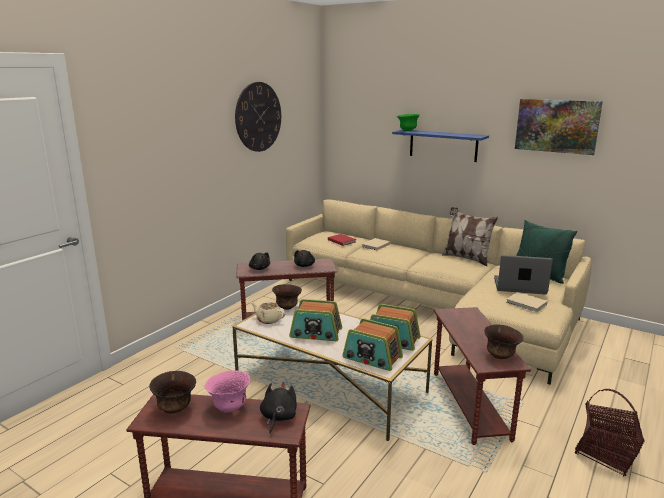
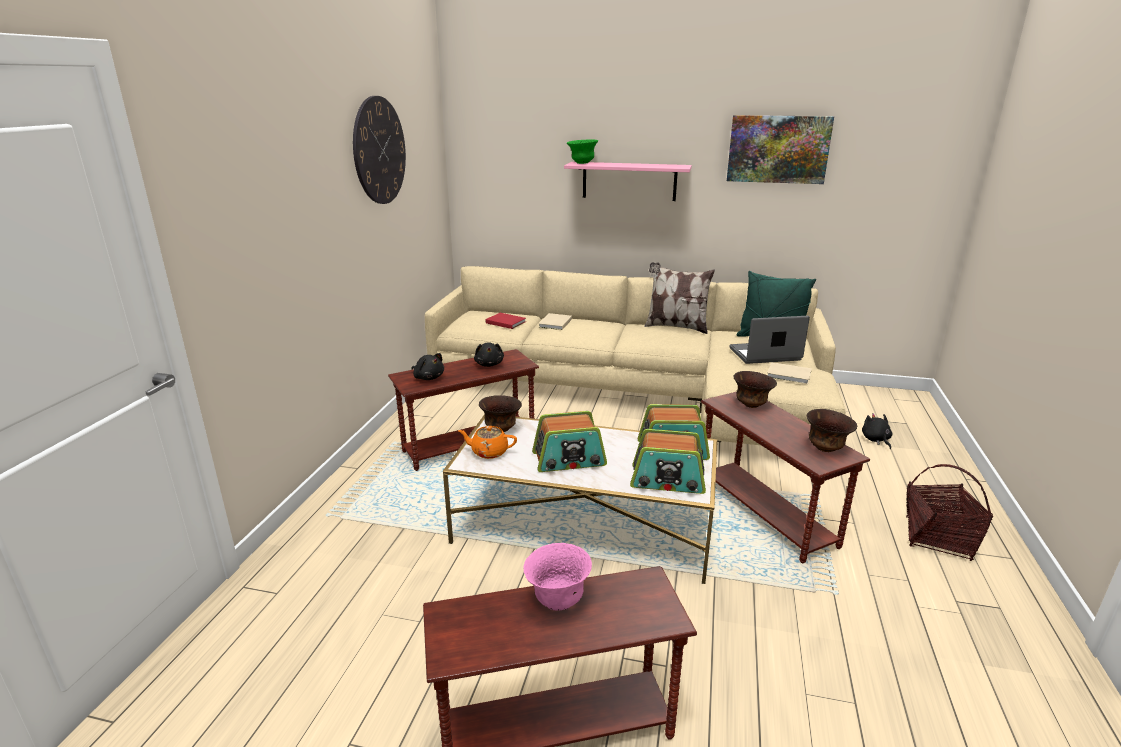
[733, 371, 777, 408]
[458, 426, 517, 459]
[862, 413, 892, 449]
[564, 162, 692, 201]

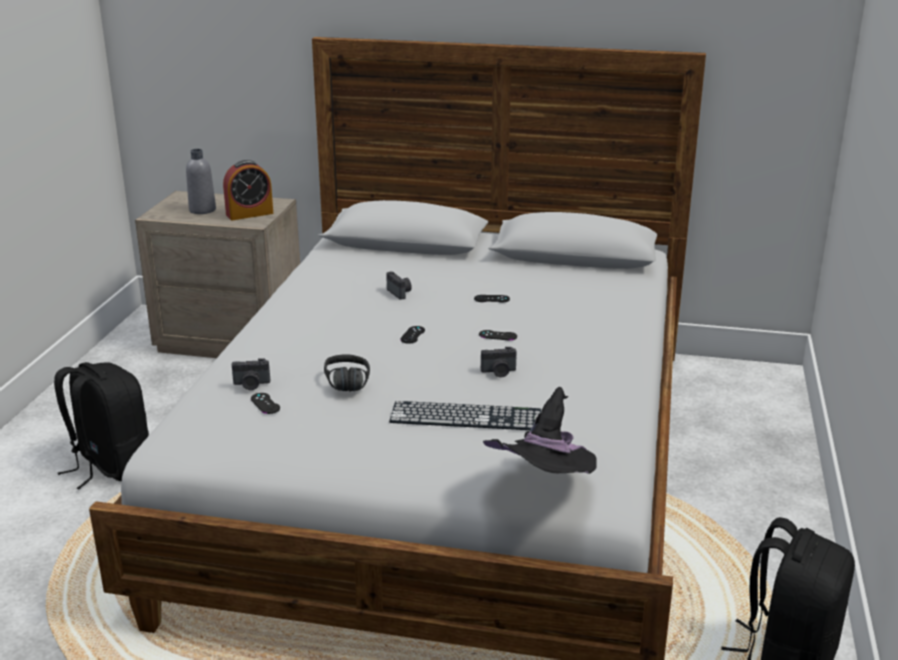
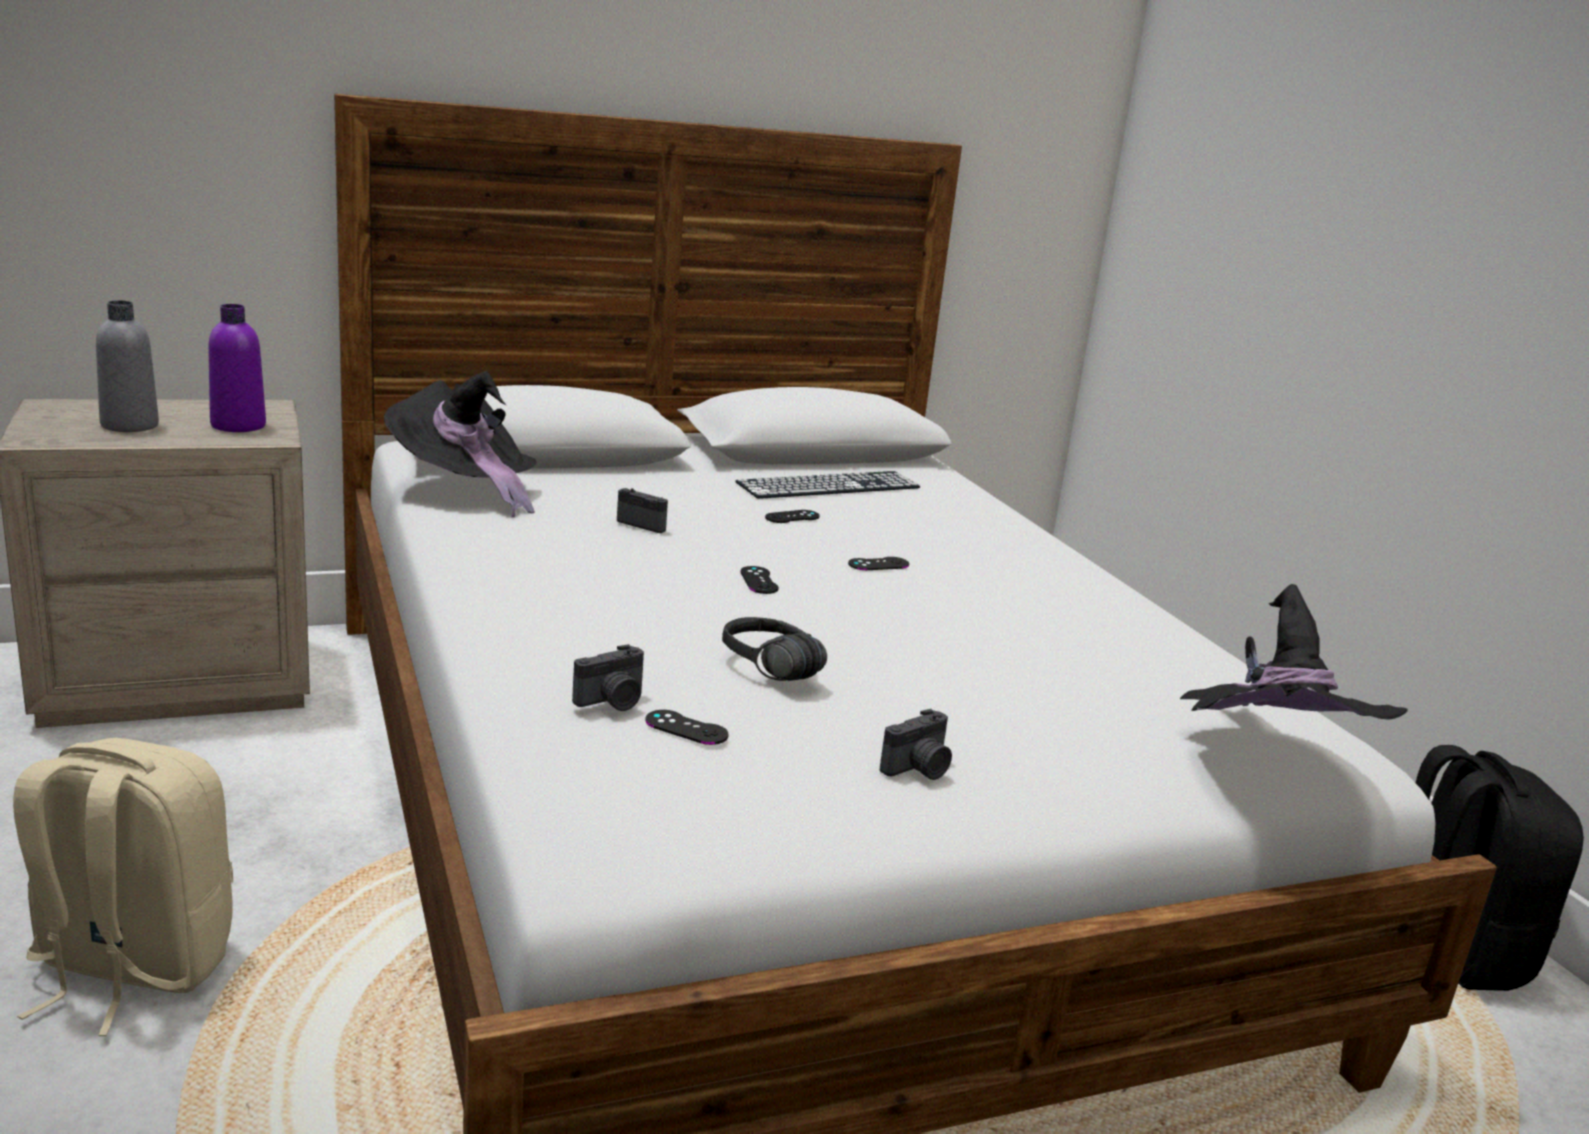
[13, 738, 233, 1036]
[208, 304, 266, 432]
[735, 471, 920, 499]
[880, 709, 952, 780]
[384, 371, 536, 518]

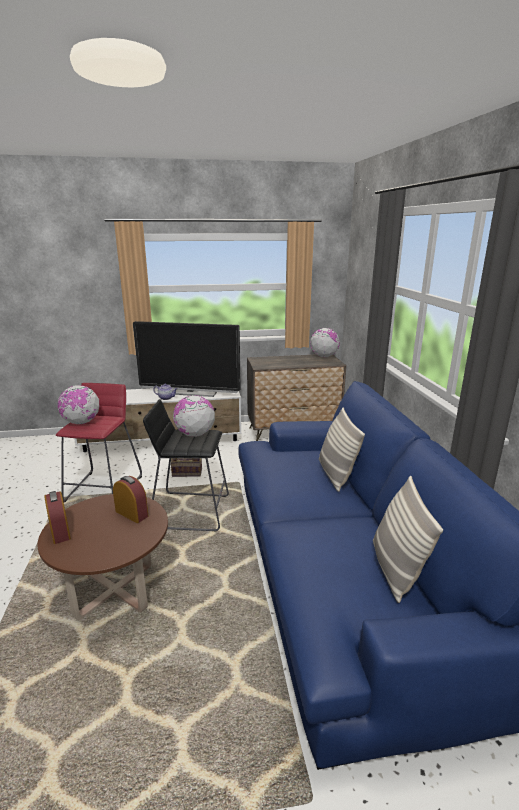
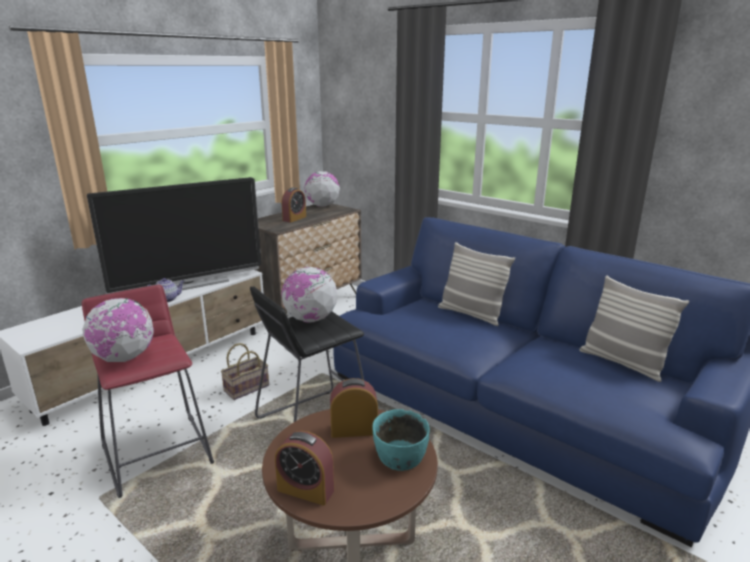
[282, 187, 306, 222]
[372, 409, 430, 471]

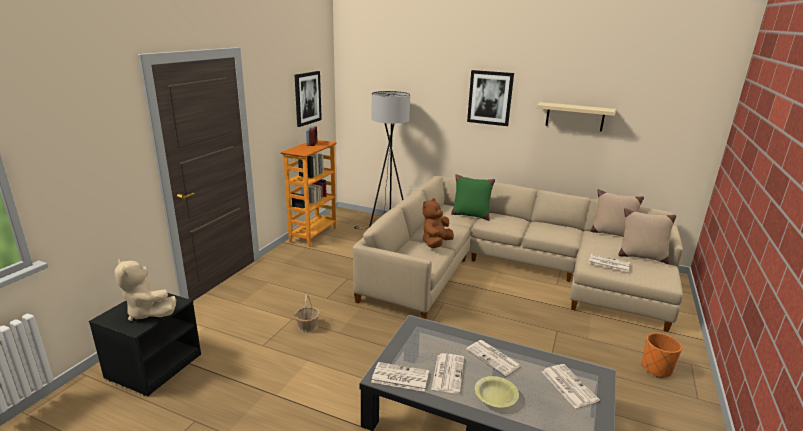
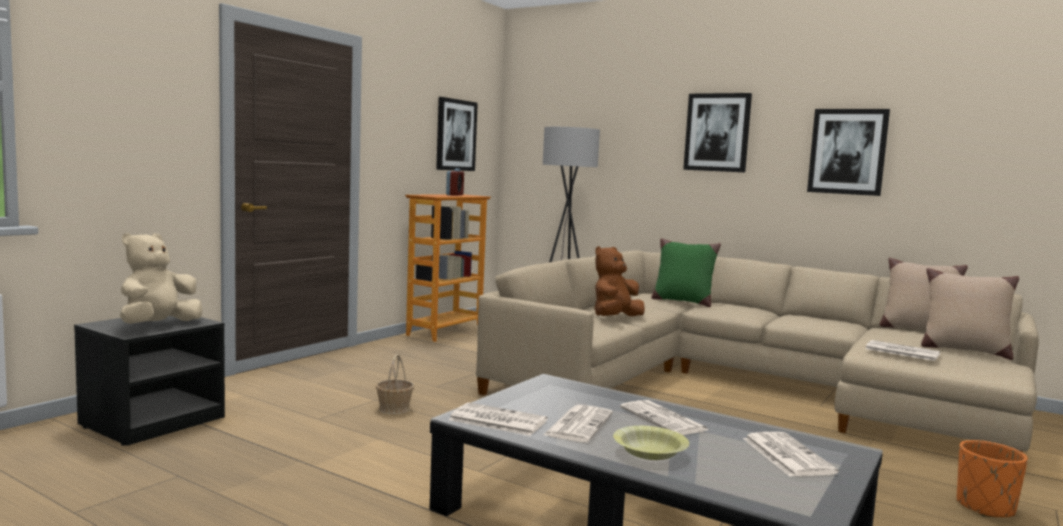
[120, 233, 202, 324]
[807, 109, 890, 196]

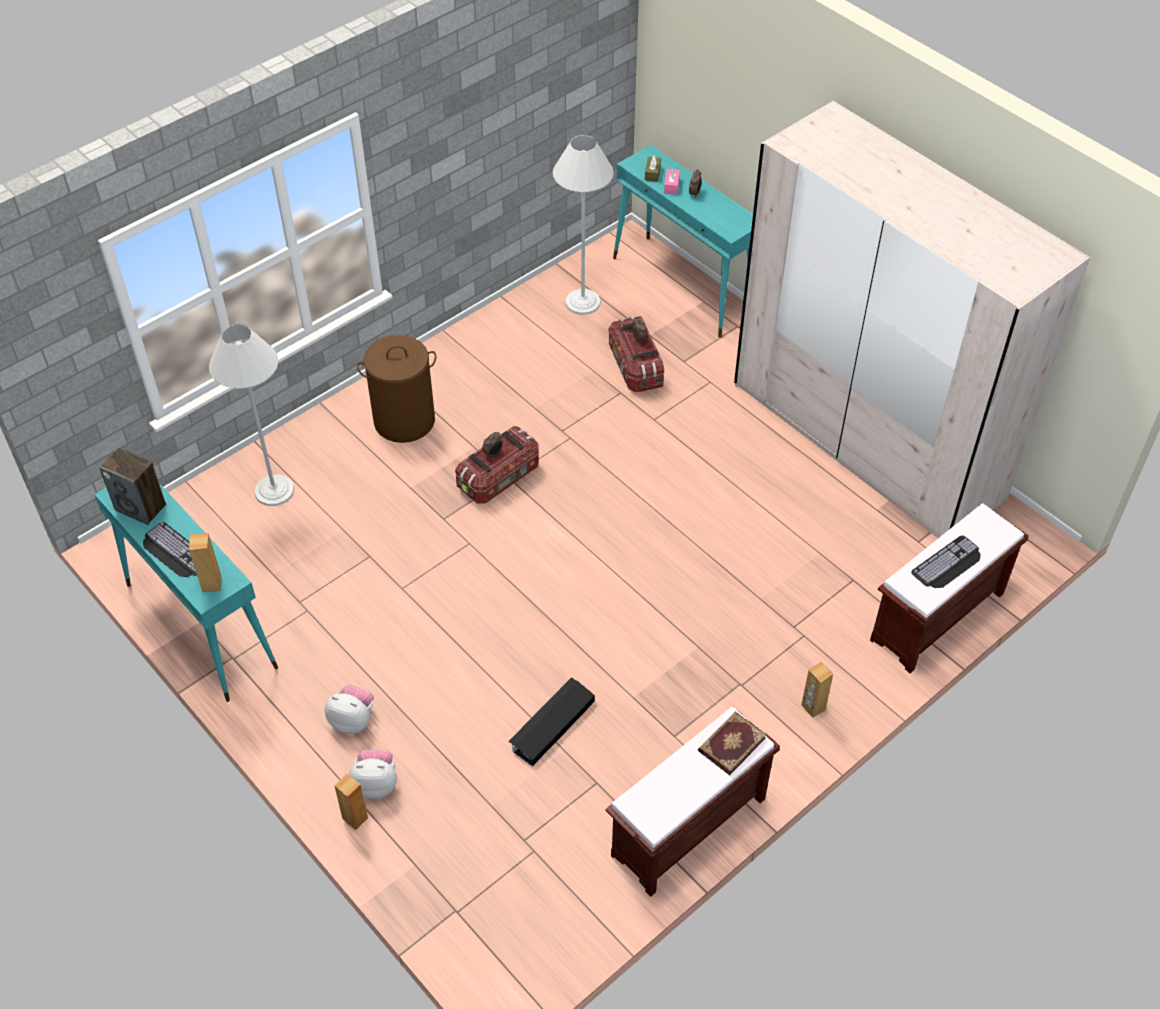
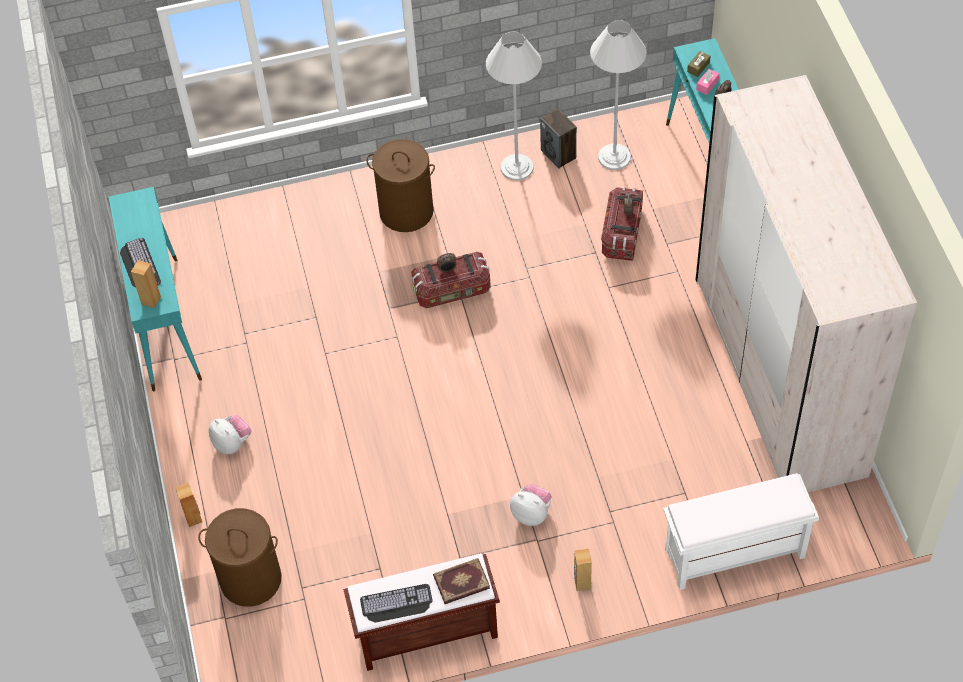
[540, 109, 577, 168]
[486, 31, 542, 181]
[510, 484, 552, 526]
[508, 677, 595, 766] (first image)
[663, 473, 819, 590]
[360, 584, 433, 623]
[198, 508, 282, 607]

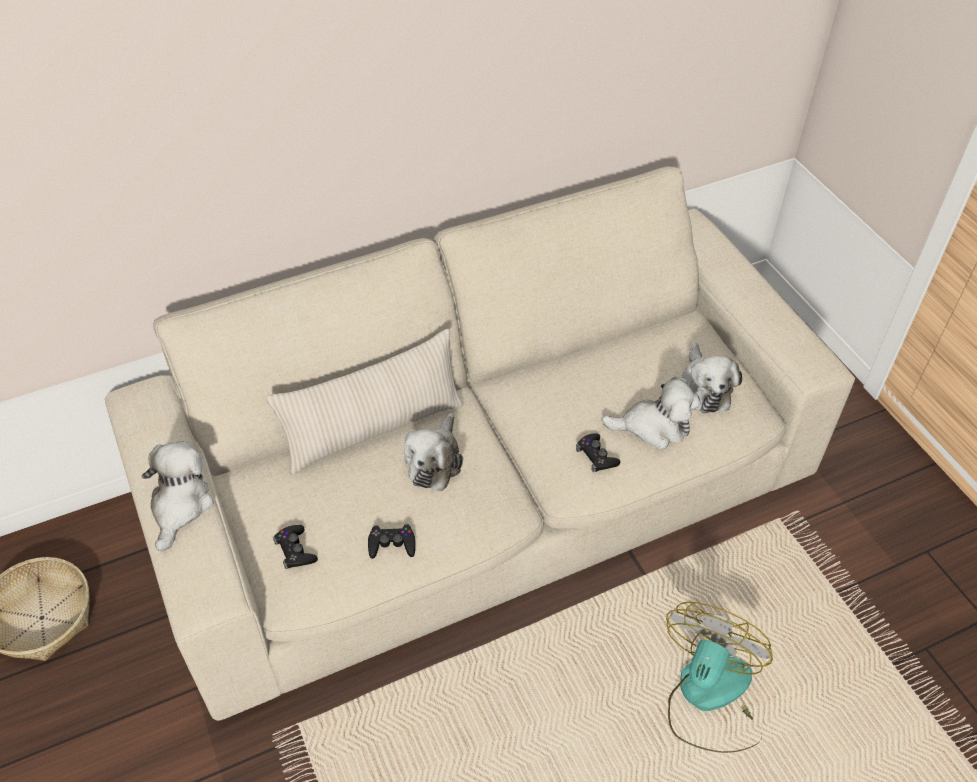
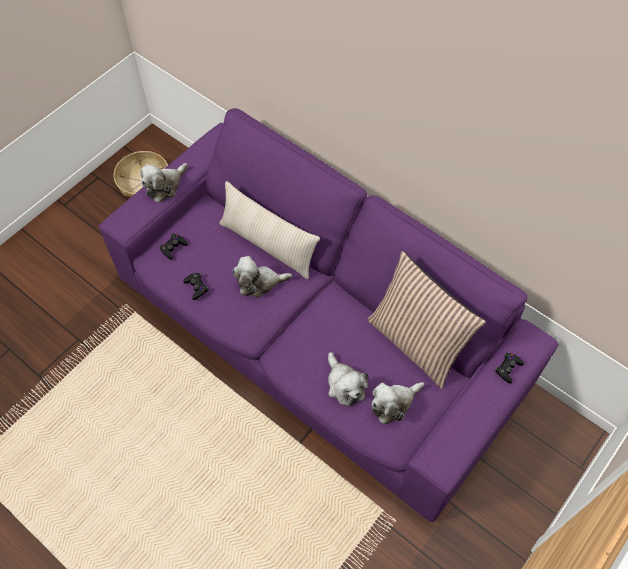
[99, 108, 559, 522]
[140, 163, 188, 203]
[495, 353, 524, 384]
[666, 602, 773, 753] (first image)
[368, 251, 486, 389]

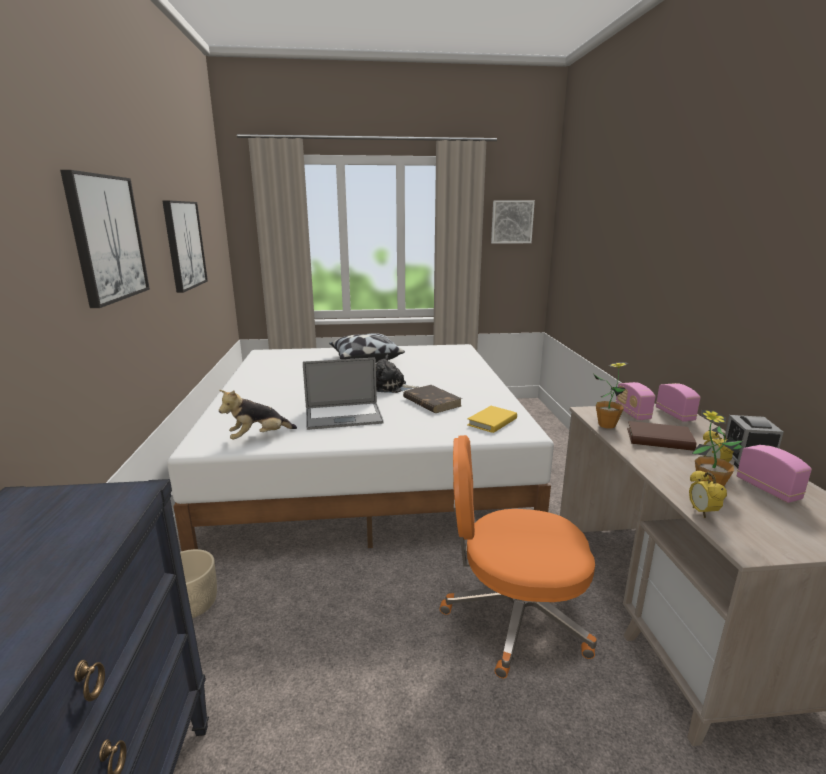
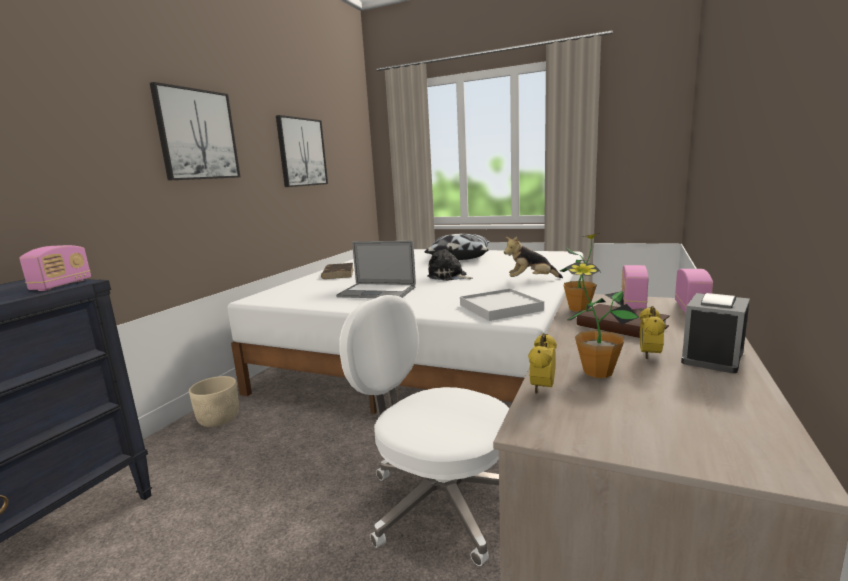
[504, 236, 563, 278]
[321, 263, 354, 279]
[339, 295, 509, 566]
[460, 288, 544, 321]
[491, 201, 535, 244] (first image)
[19, 245, 91, 291]

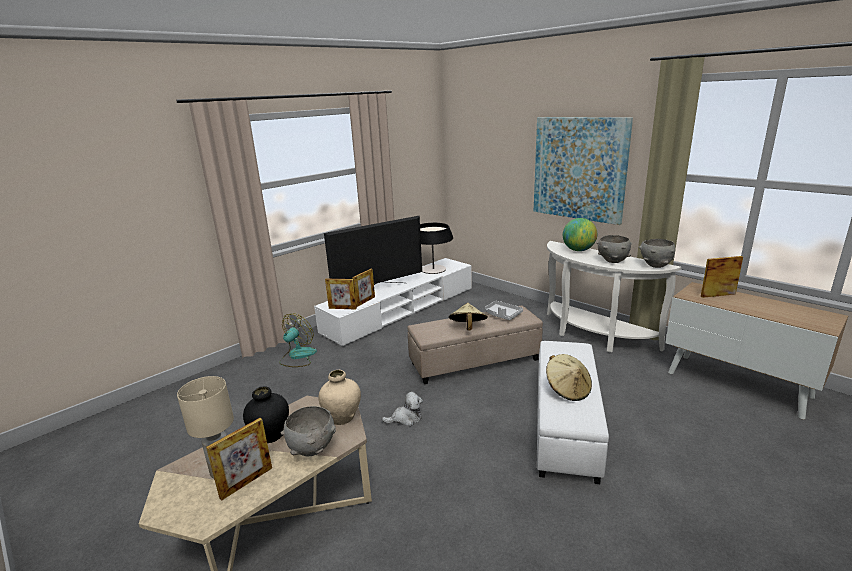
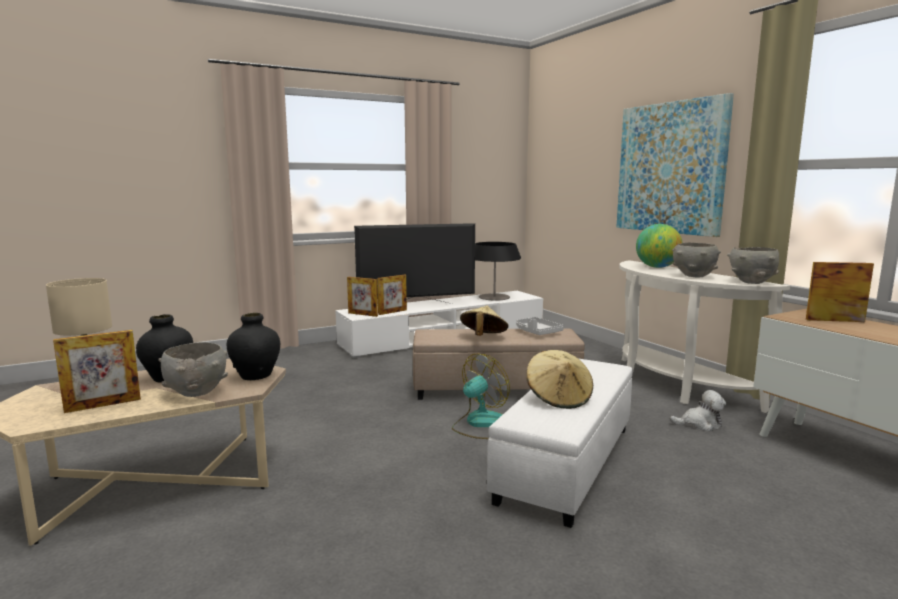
[452, 354, 510, 439]
[227, 313, 280, 380]
[670, 390, 726, 431]

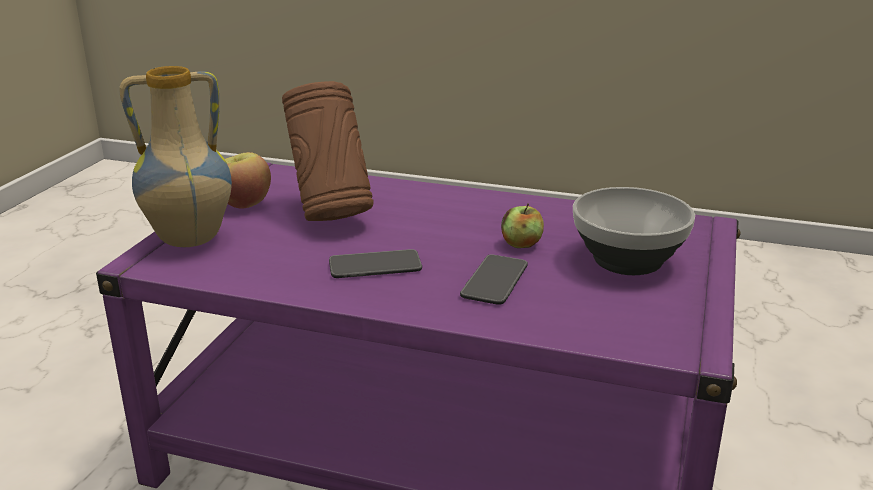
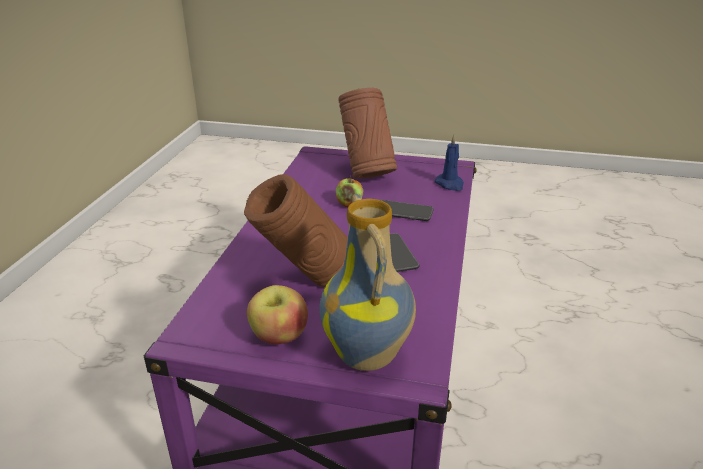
[338, 88, 397, 179]
[434, 134, 464, 191]

